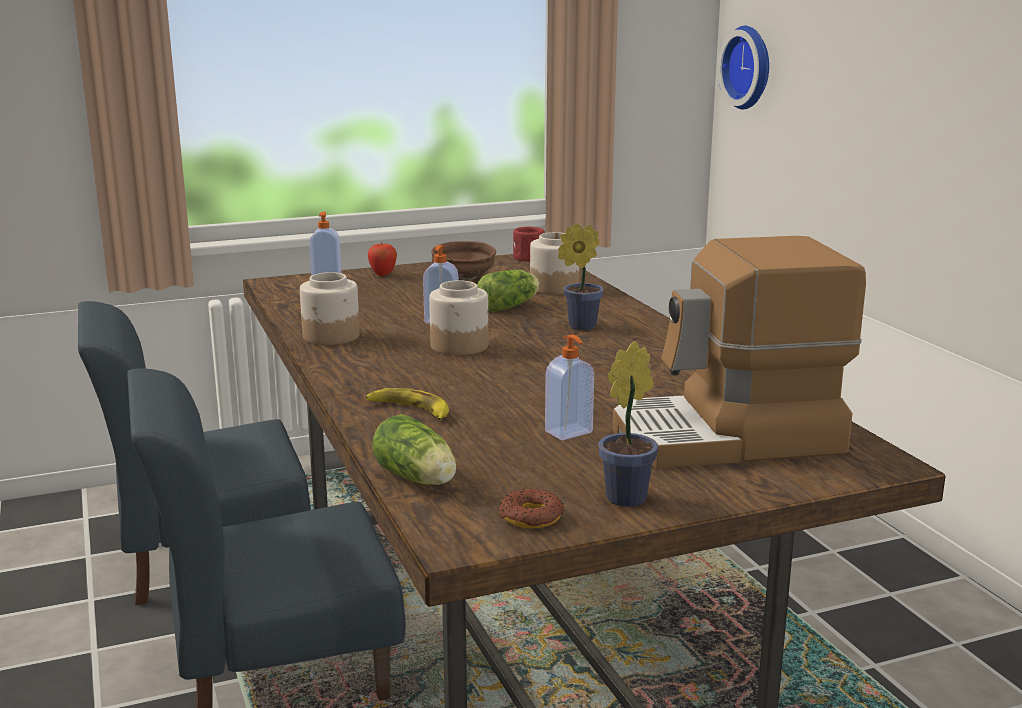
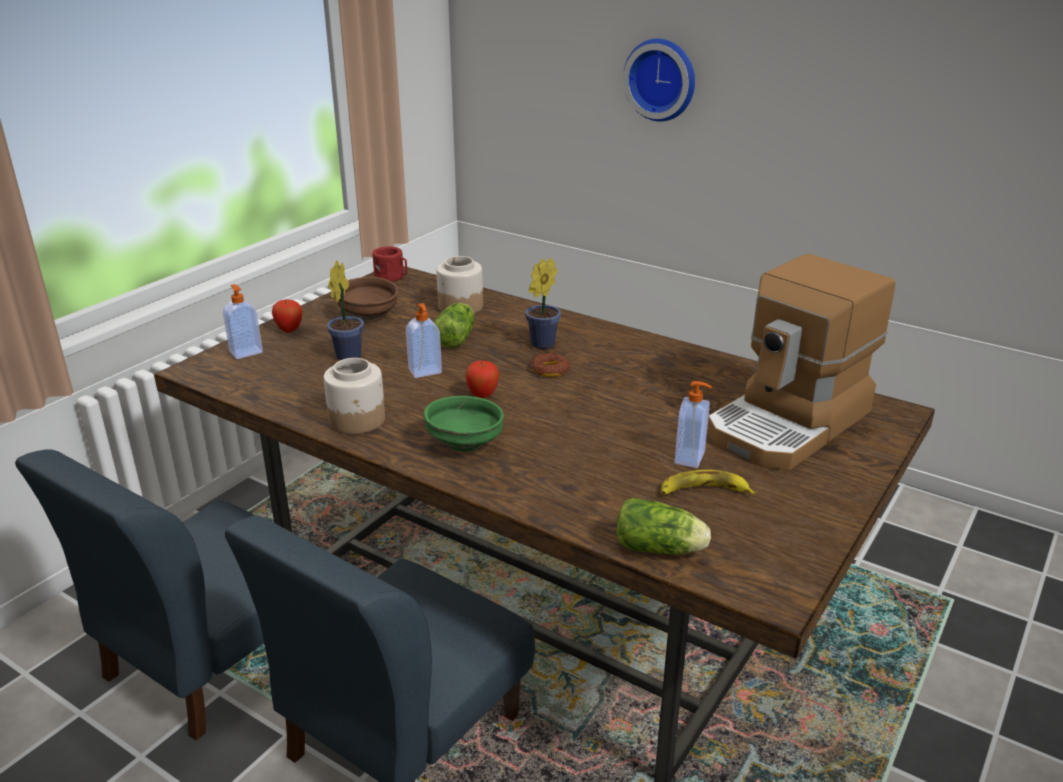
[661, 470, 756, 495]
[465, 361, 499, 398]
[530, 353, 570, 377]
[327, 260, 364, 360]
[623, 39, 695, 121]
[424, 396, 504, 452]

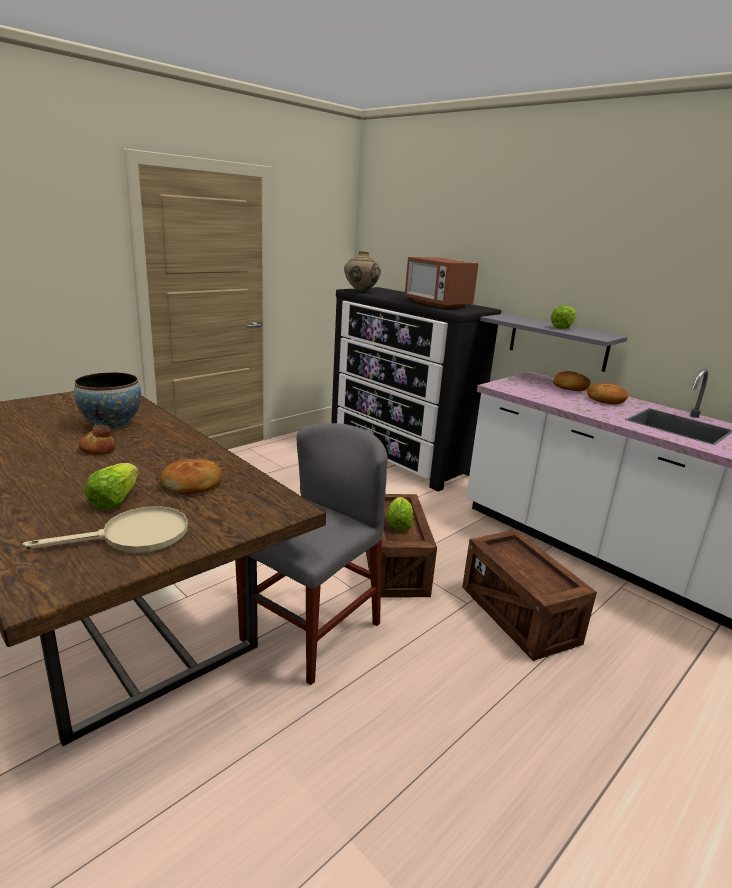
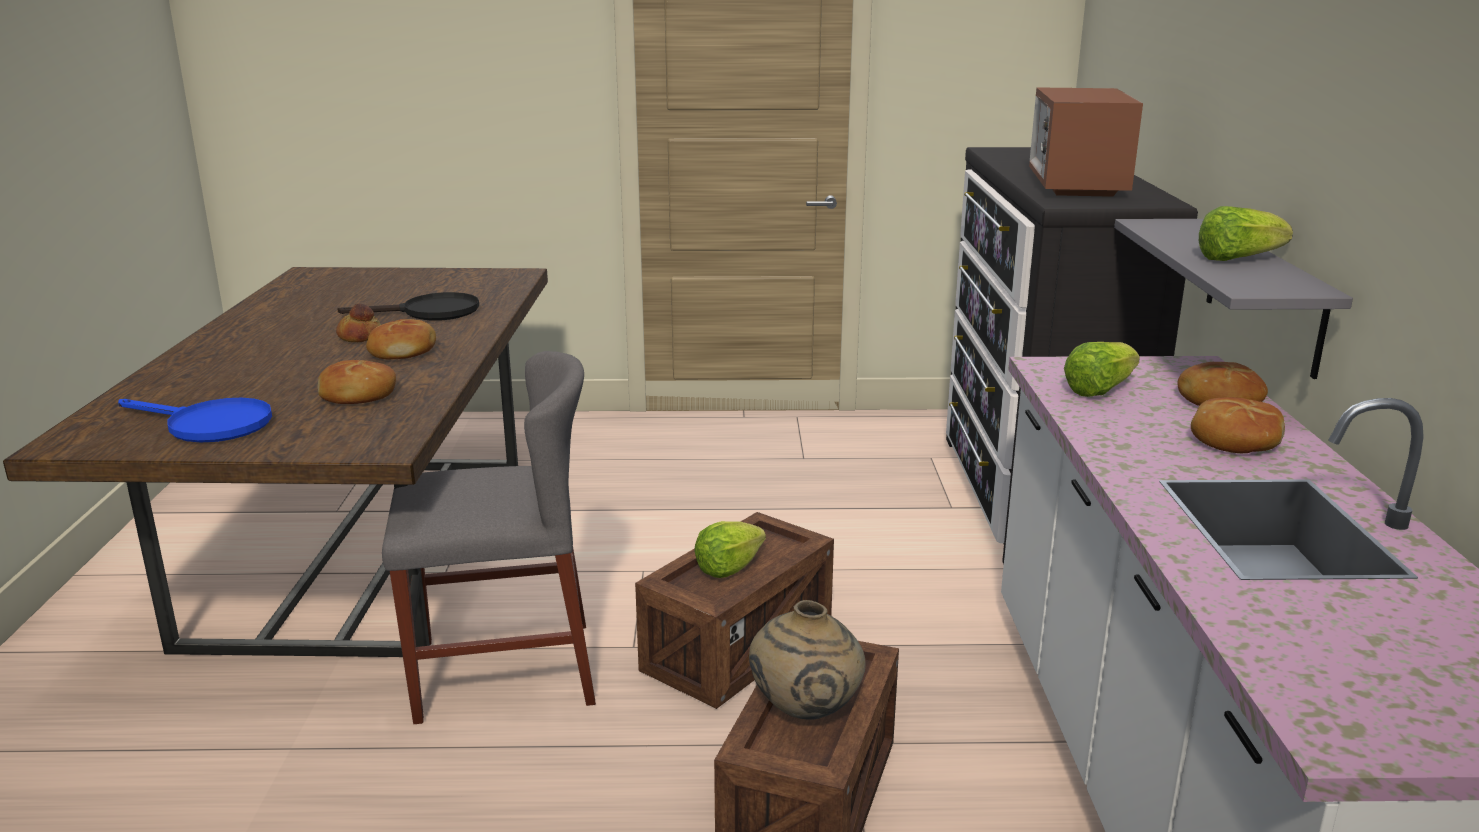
[118, 398, 272, 442]
[338, 292, 479, 321]
[1064, 342, 1140, 397]
[749, 600, 866, 720]
[366, 319, 436, 359]

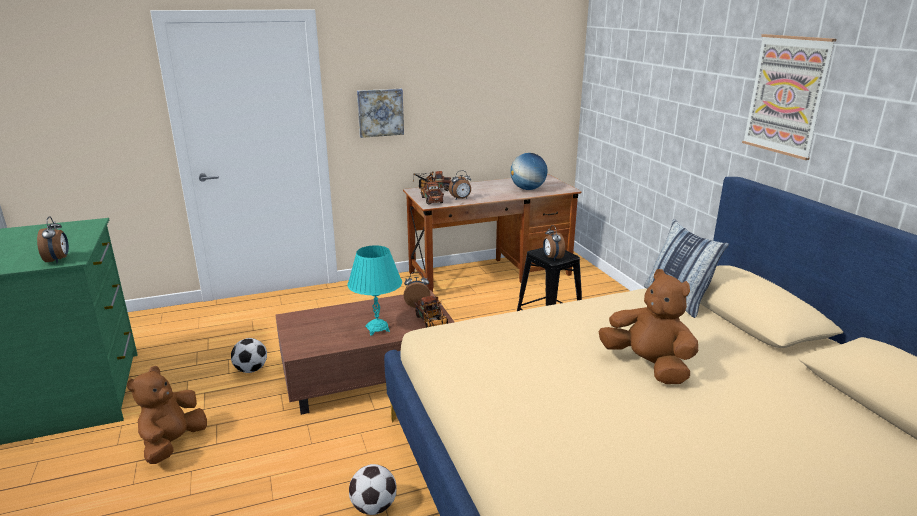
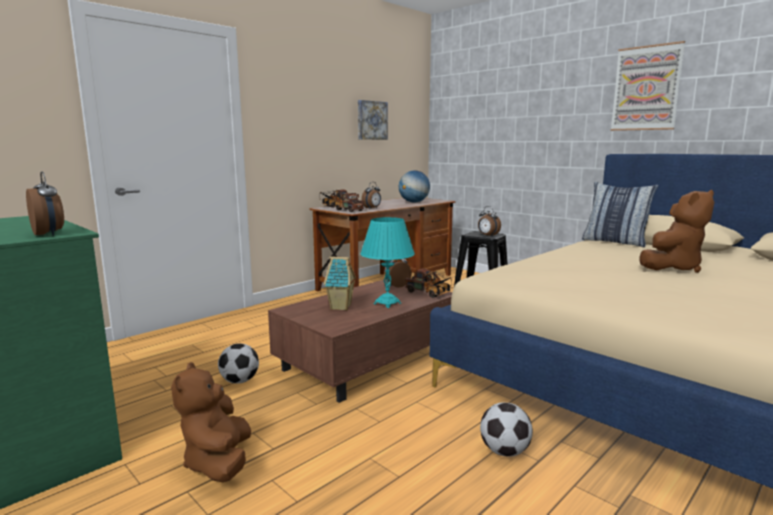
[358, 100, 388, 140]
[640, 190, 715, 273]
[324, 256, 356, 310]

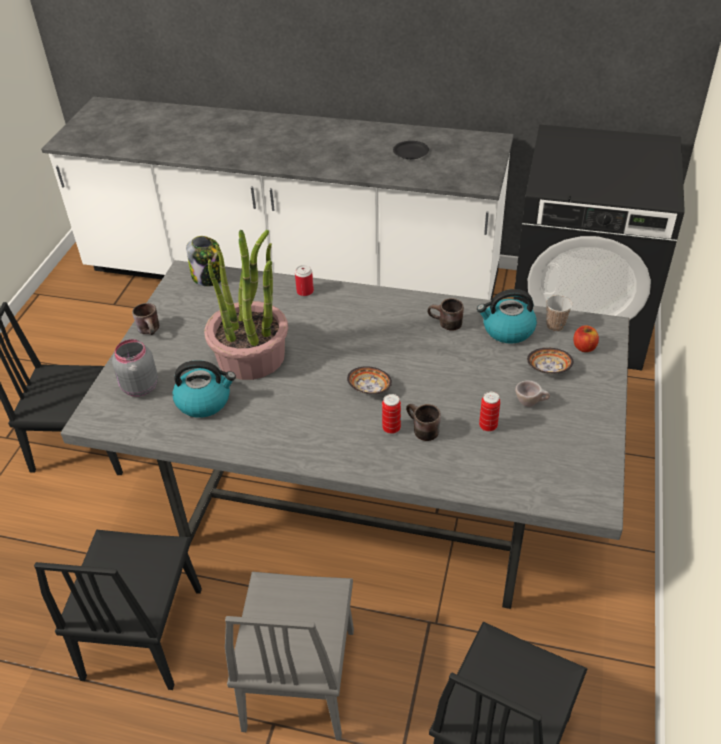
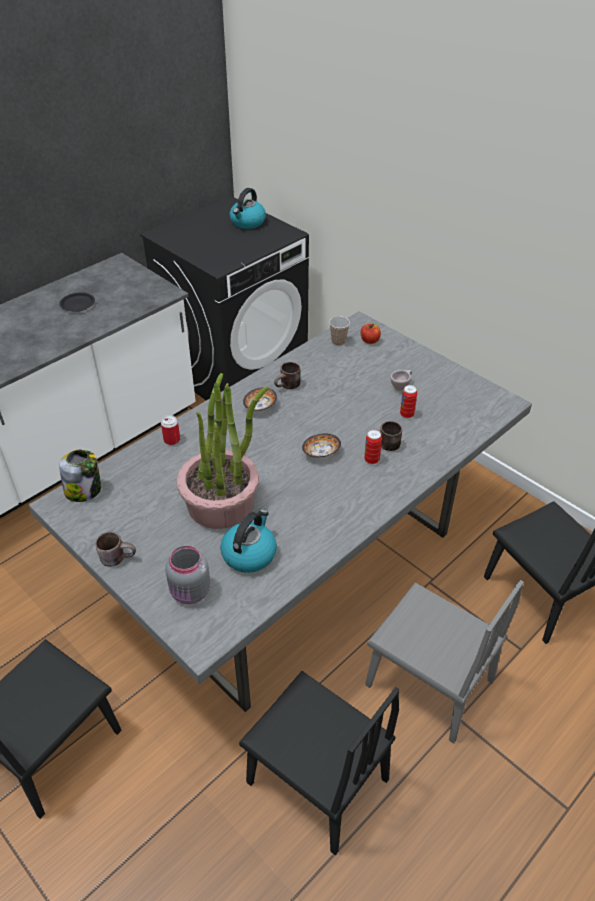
[230, 188, 266, 229]
[243, 388, 277, 411]

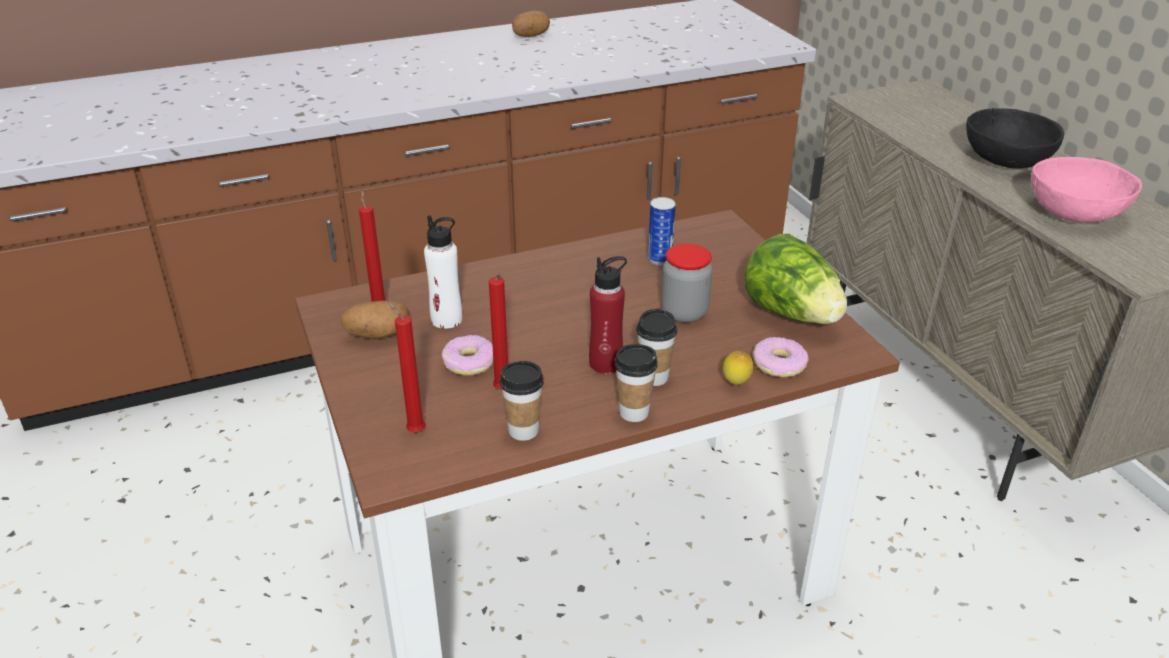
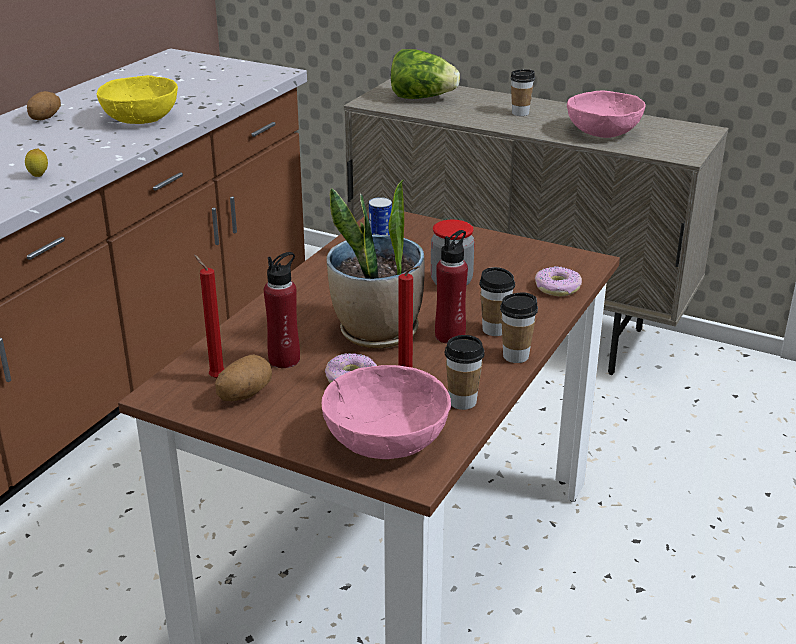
[322, 365, 451, 459]
[264, 252, 300, 368]
[25, 148, 48, 177]
[391, 49, 460, 99]
[510, 69, 535, 116]
[97, 75, 178, 124]
[326, 179, 425, 348]

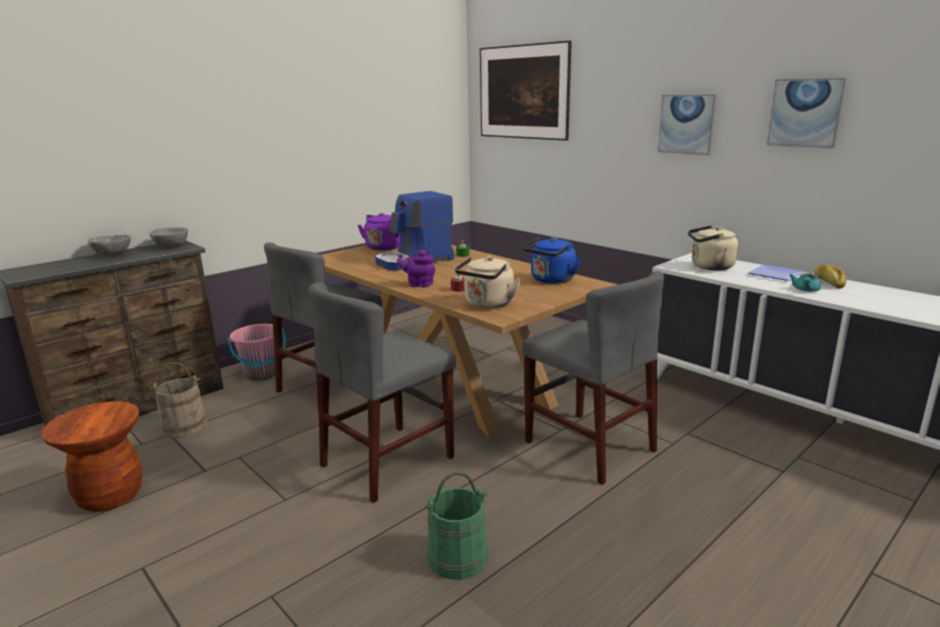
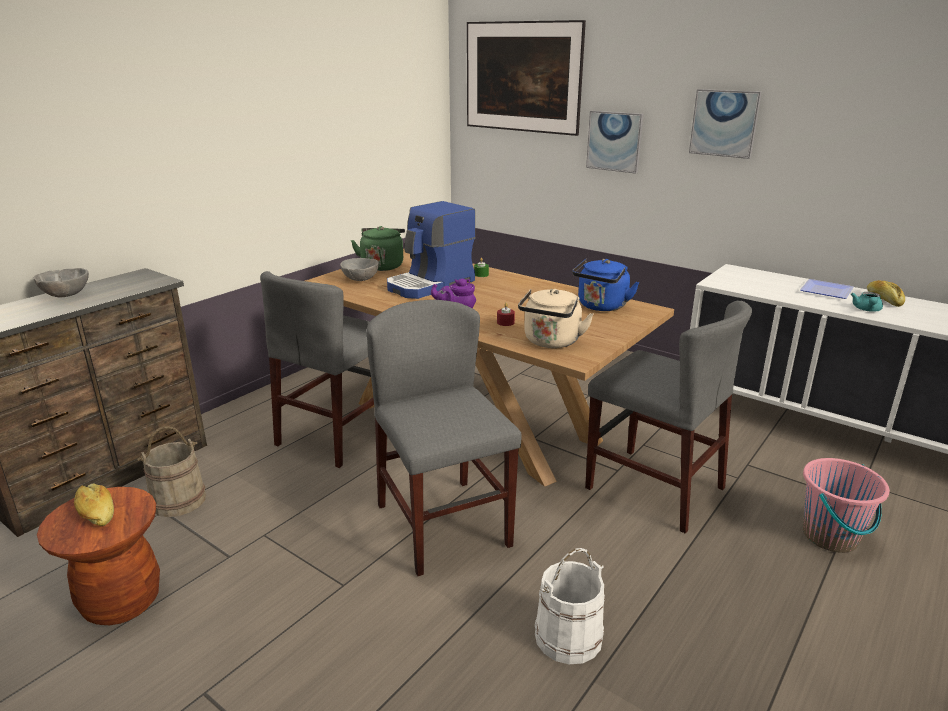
[340, 258, 379, 281]
[803, 458, 890, 553]
[367, 300, 522, 576]
[351, 226, 405, 271]
[535, 548, 605, 664]
[688, 225, 738, 270] (first image)
[586, 111, 643, 174]
[74, 483, 114, 526]

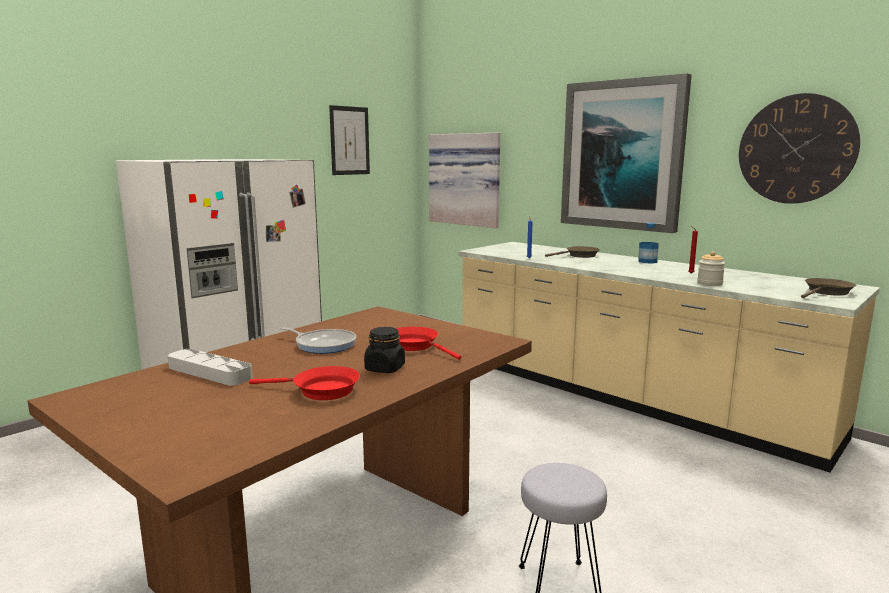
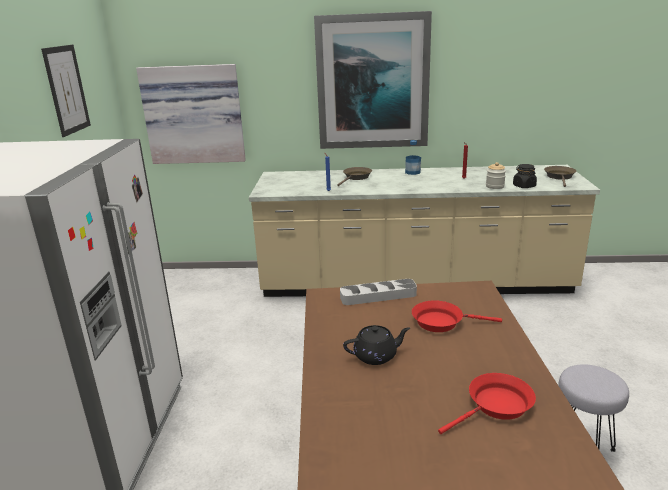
[340, 279, 417, 305]
[343, 325, 410, 365]
[513, 164, 537, 188]
[739, 93, 860, 204] (first image)

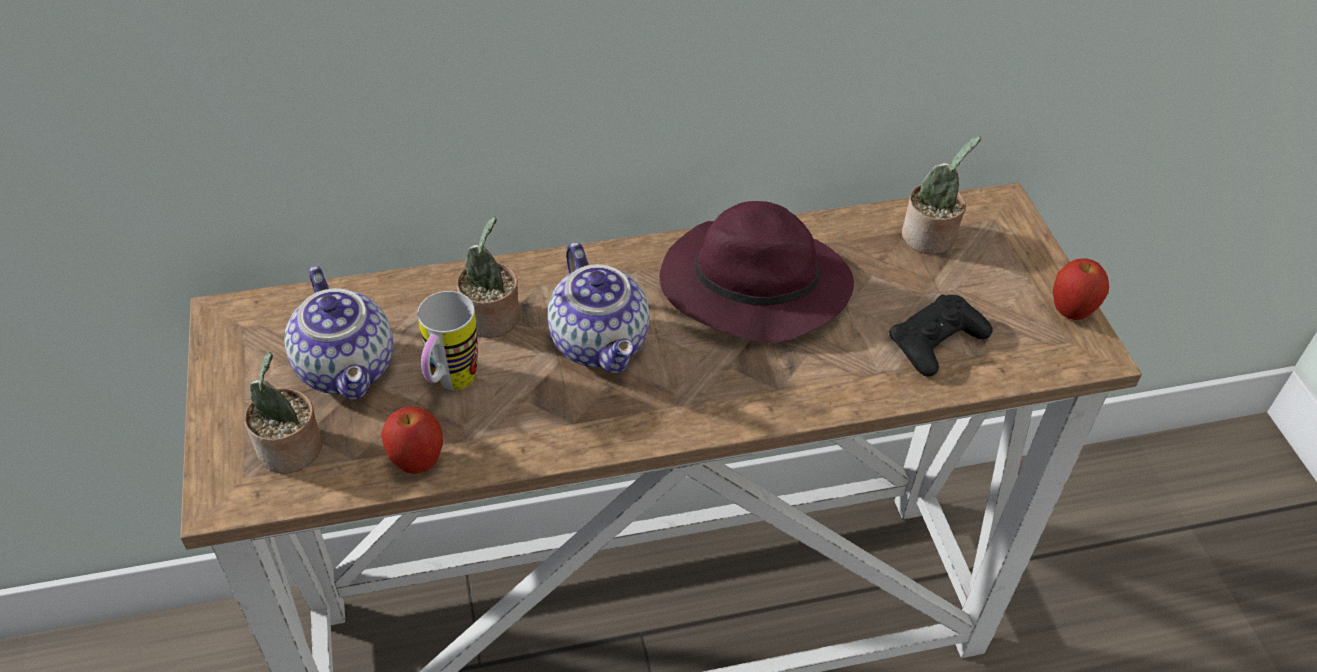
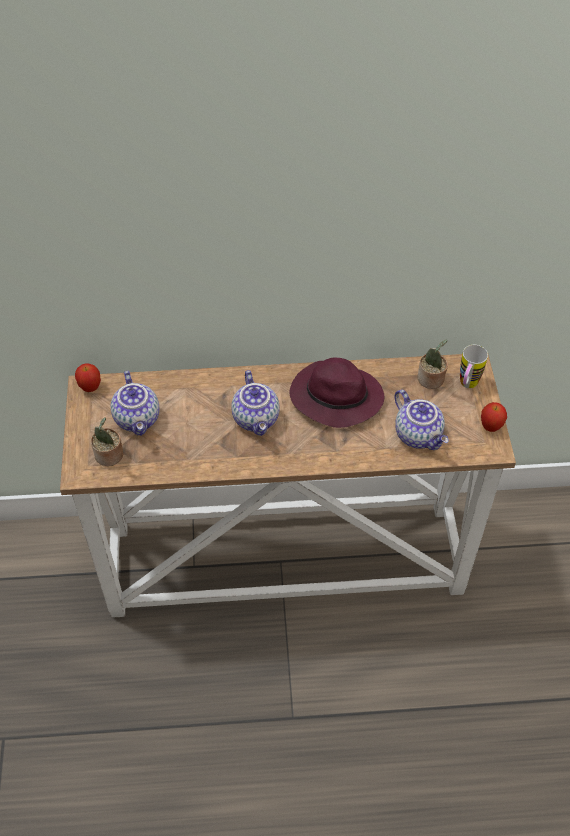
[75, 363, 101, 392]
[460, 345, 488, 388]
[457, 216, 520, 338] (first image)
[395, 390, 449, 450]

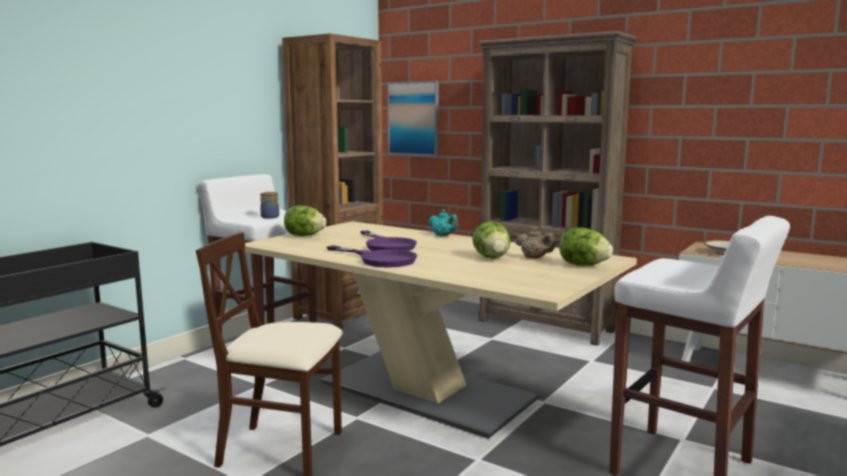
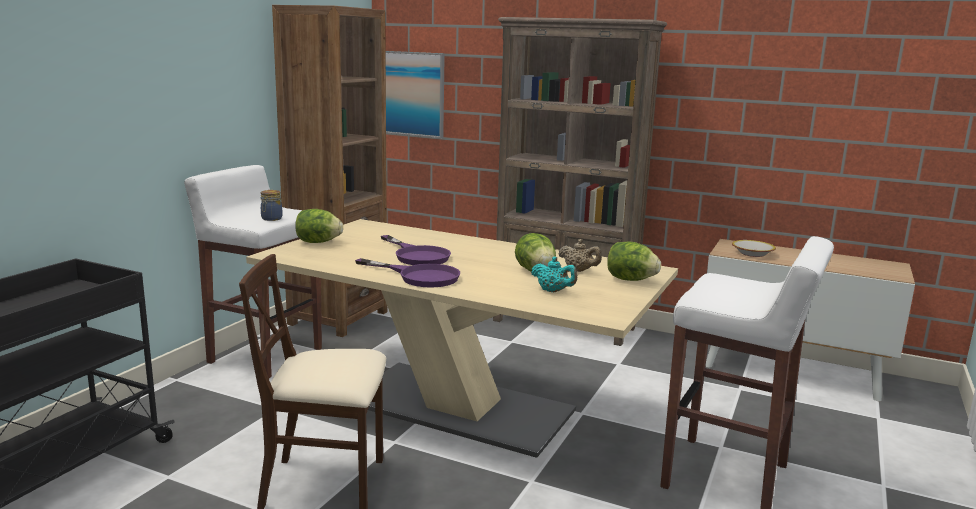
[531, 257, 577, 292]

